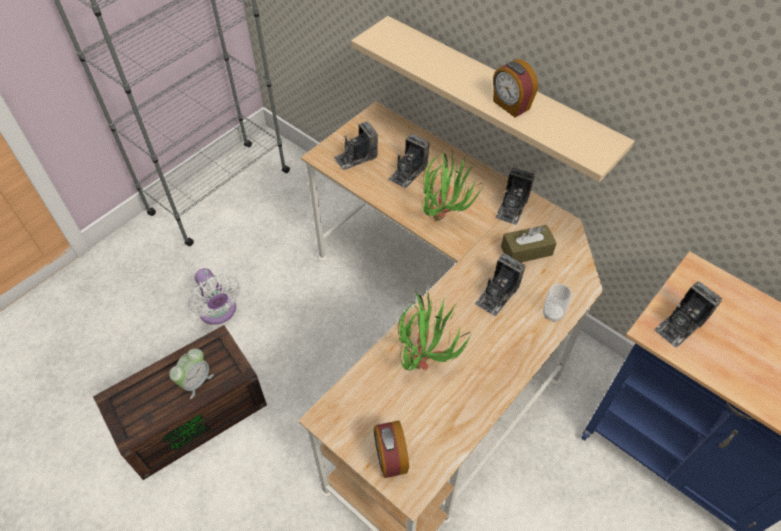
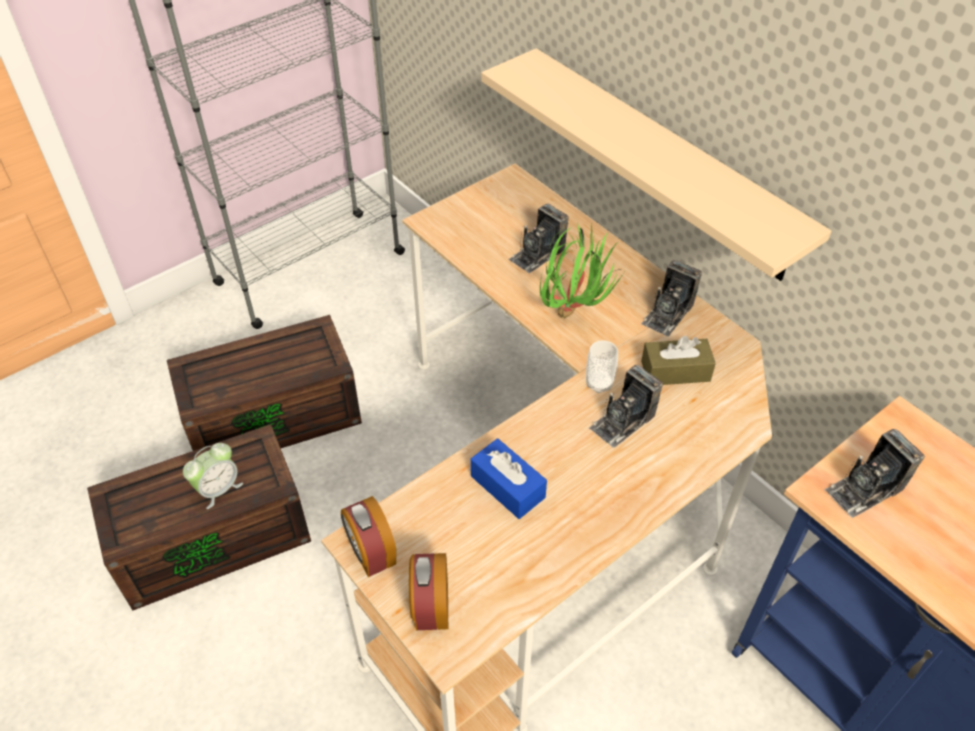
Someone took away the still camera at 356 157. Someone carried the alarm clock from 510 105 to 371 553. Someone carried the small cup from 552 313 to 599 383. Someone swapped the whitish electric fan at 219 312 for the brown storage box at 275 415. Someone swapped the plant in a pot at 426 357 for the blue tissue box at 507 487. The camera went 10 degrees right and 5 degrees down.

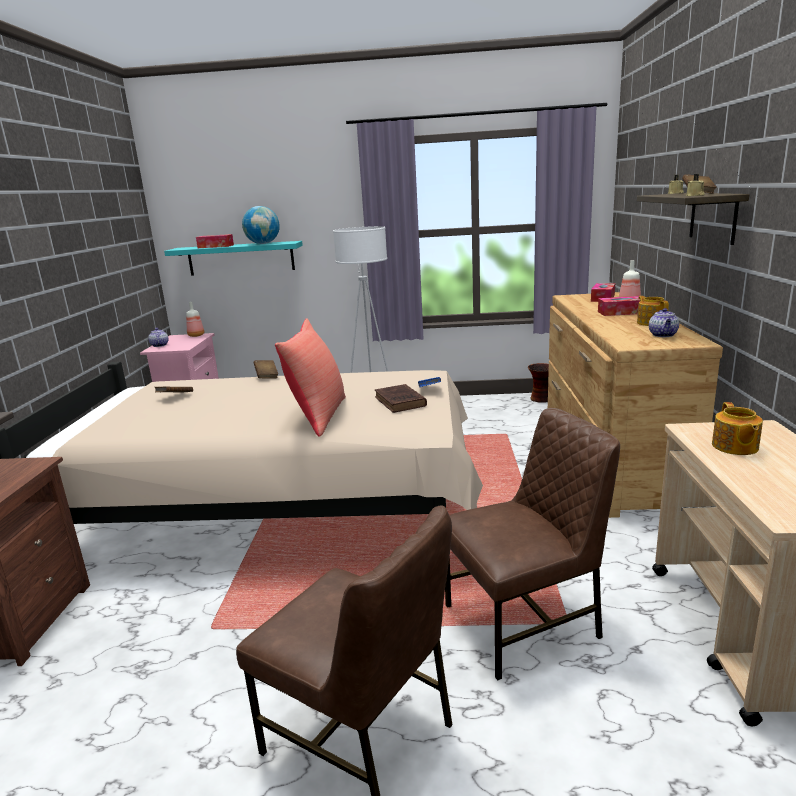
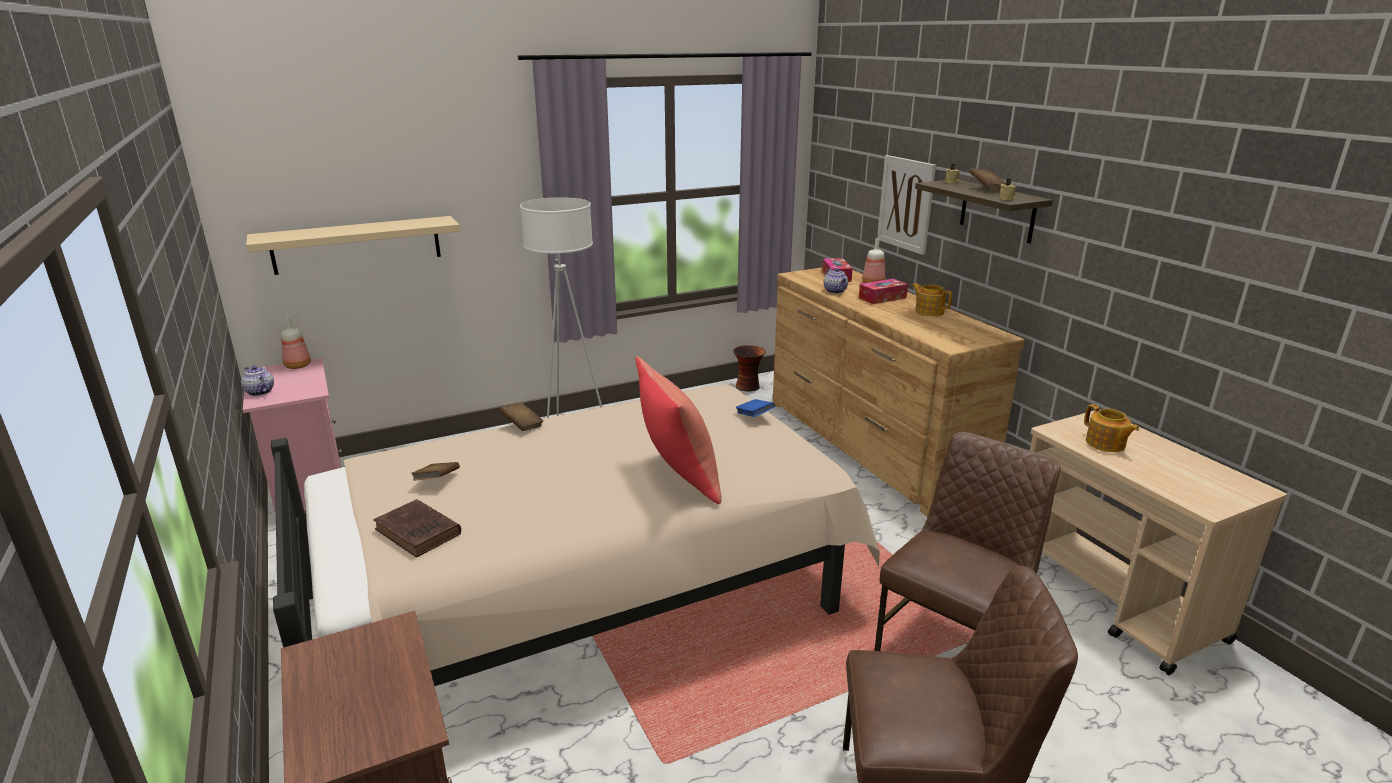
Someone took away the tissue box at 215 246. Someone took away the globe at 263 243. Someone put up the wall picture at 906 204. Someone carried the brown bound book from 400 402 to 419 533. Someone carried the tea pot from 663 335 to 835 291. Someone repainted the turquoise-coloured bracket shelf at 241 258, which became the sand-coloured bracket shelf at 357 245. The camera went 30 degrees left and 5 degrees up.

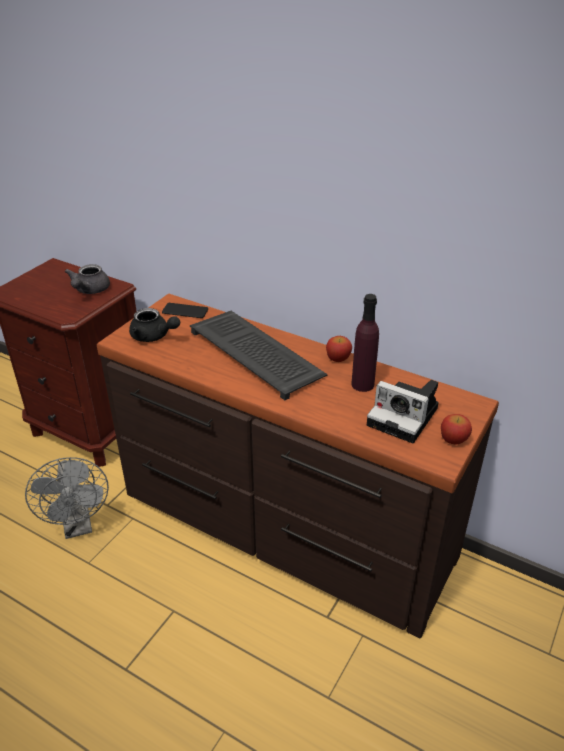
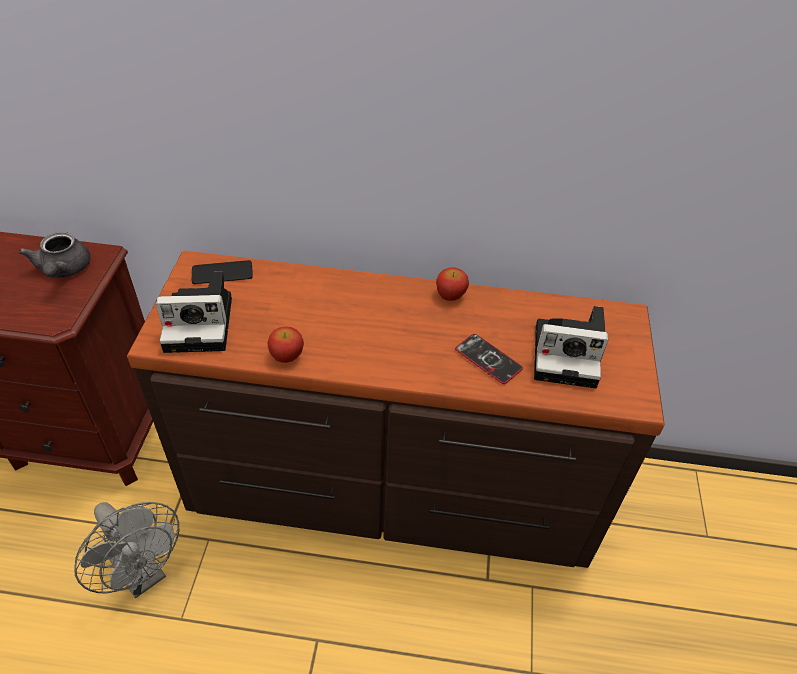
Someone took away the computer keyboard at 258 354. Someone took away the purplish beverage bottle at 362 384. Someone put down the telephone at 488 359. Someone carried the whole apple from 453 440 to 287 356. Someone swapped the blackish tea pot at 153 336 for the still camera at 202 323. The camera went 25 degrees left and 10 degrees up.

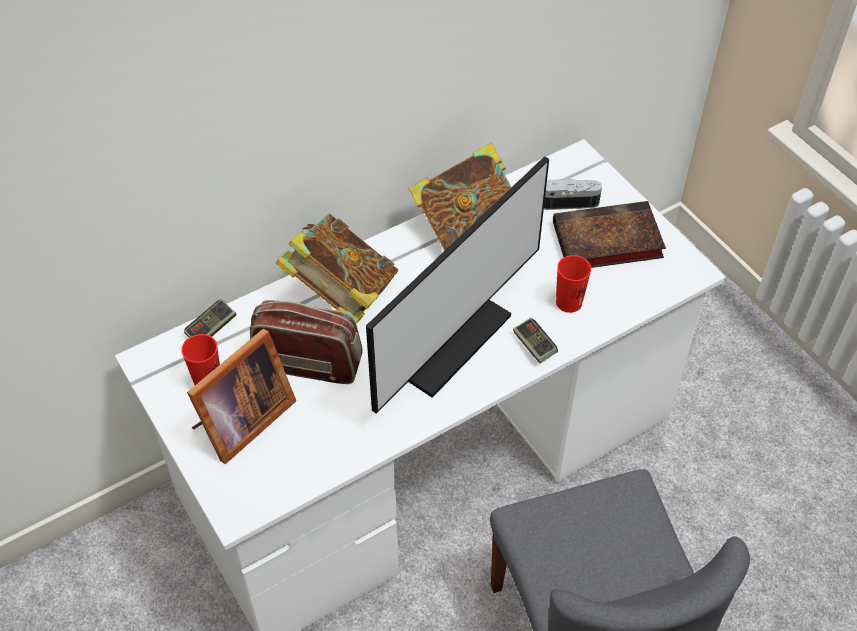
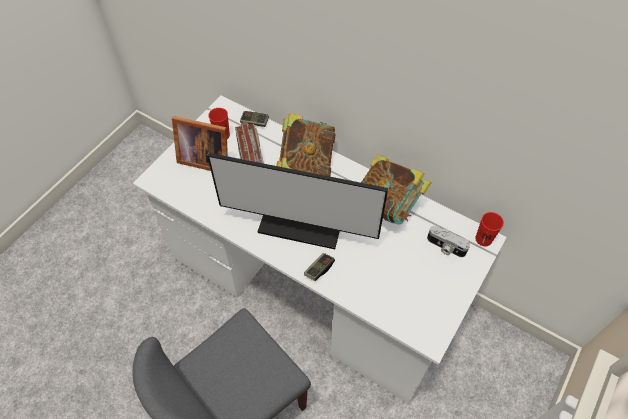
Someone took away the bound book at 604 241. Someone carried the reddish small cup from 569 302 to 483 239. Someone rotated the still camera at 568 201 by 150 degrees clockwise. The camera went 65 degrees right and 5 degrees up.

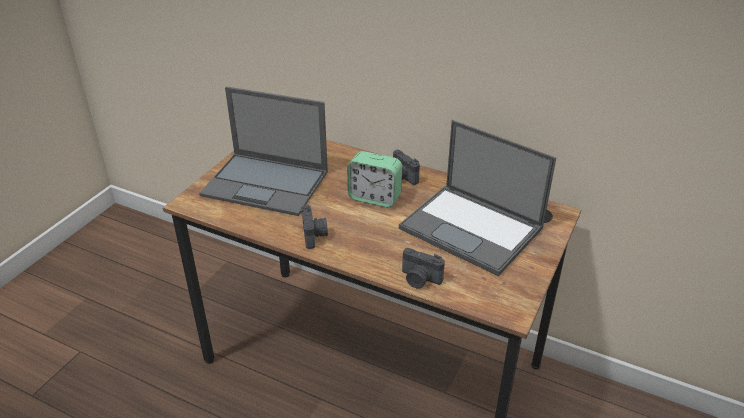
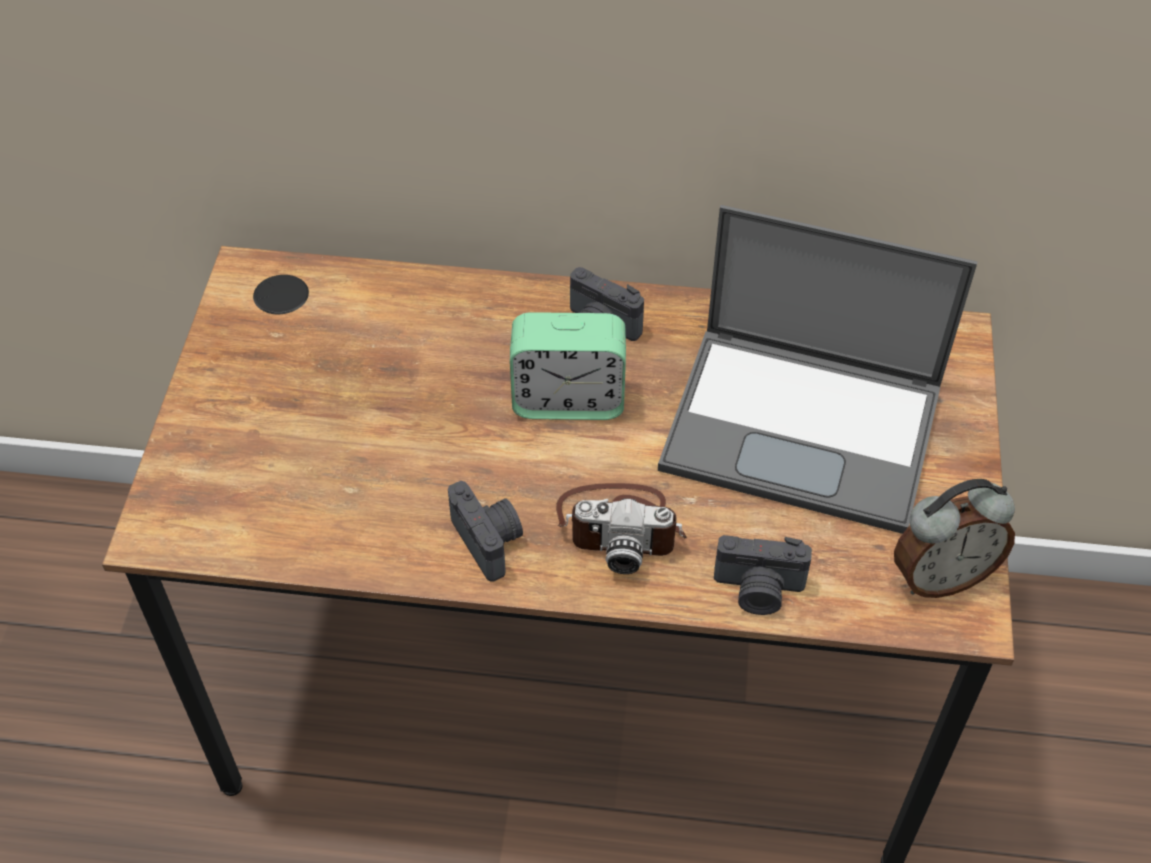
Someone took away the notebook computer at 267 183. Someone put down the still camera at 621 526. Someone put down the alarm clock at 940 576. The camera went 20 degrees left and 15 degrees up.

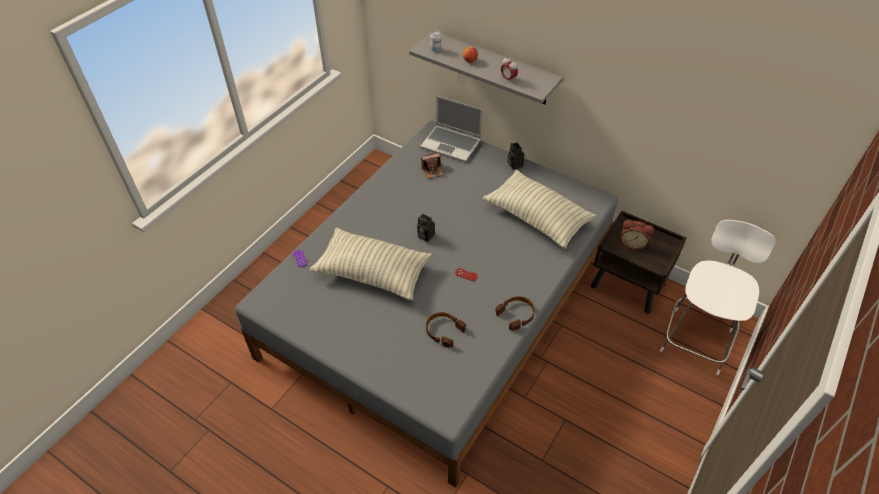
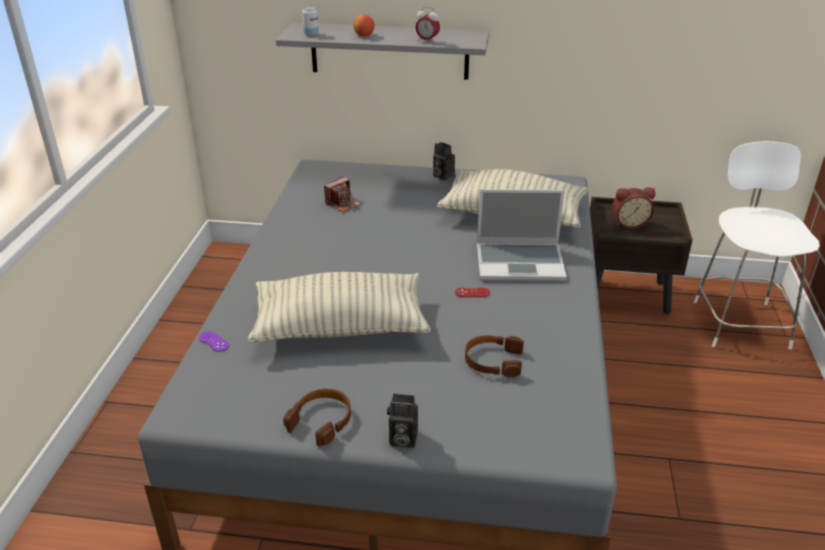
Someone carried the still camera from 424 236 to 401 439. Someone carried the notebook computer from 452 144 to 521 262. Someone carried the brown headset from 516 314 to 321 421. The camera went 25 degrees left and 15 degrees down.

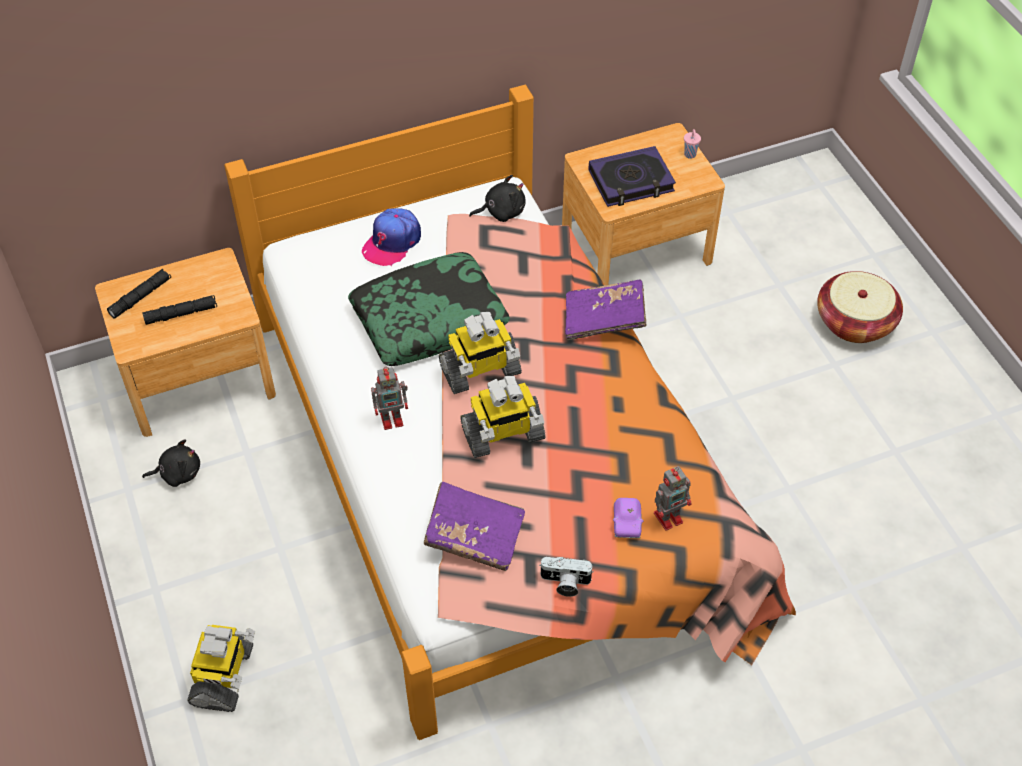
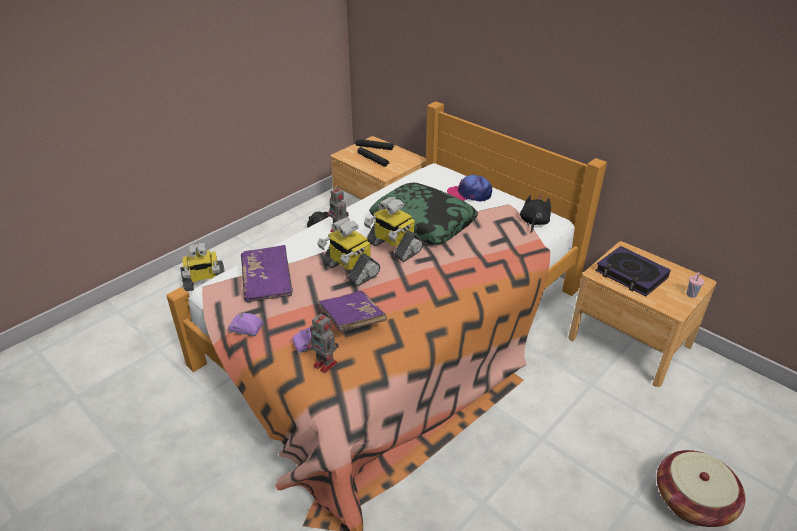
Someone carried the purplish bound book from 604 319 to 352 320. Someone swapped the still camera at 564 583 for the purplish toy car at 246 330. Someone rotated the blackish cuddly toy at 501 211 by 120 degrees counterclockwise. The camera went 65 degrees right and 15 degrees down.

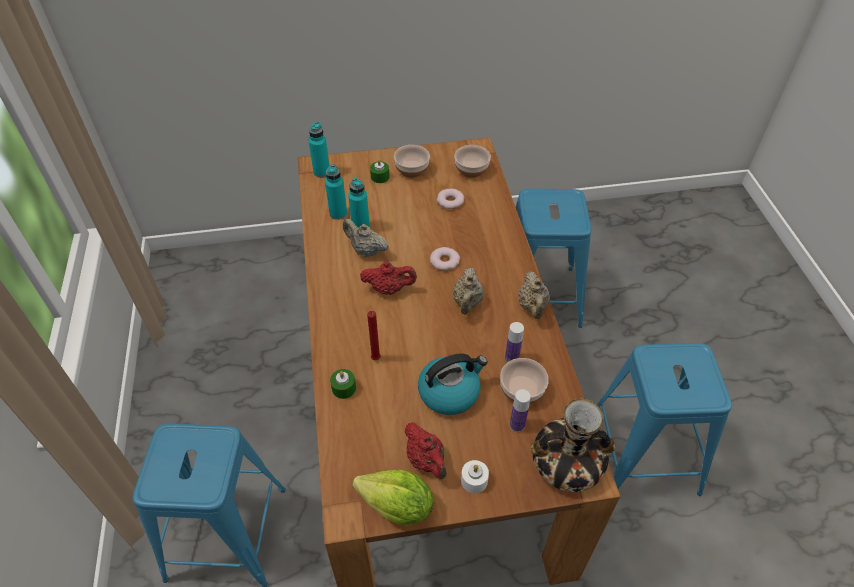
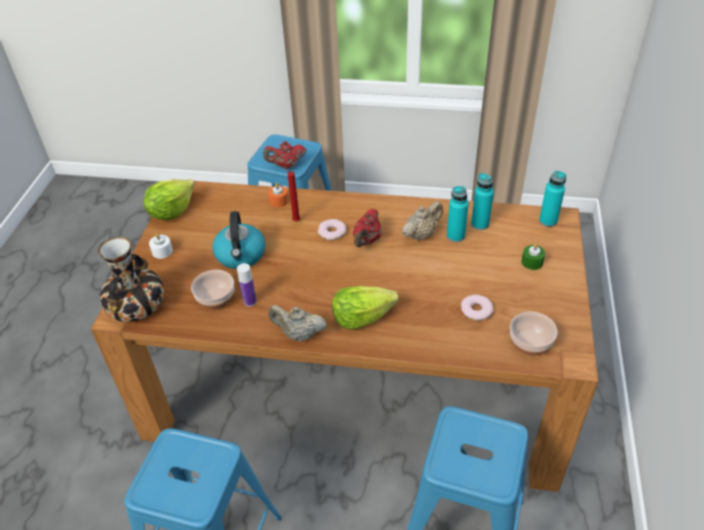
Someone took away the deep dish at 411 170. Someone took away the sand-coloured tea pot at 467 303. Someone took away the beverage bottle at 517 425. Someone put down the head of lettuce at 361 318. Someone carried the reddish tea pot from 426 460 to 286 166. Someone carried the doughnut from 444 261 to 332 232. Someone repainted the greenish wax candle at 344 388, which became the orange wax candle at 279 201. The camera went 110 degrees right and 5 degrees down.

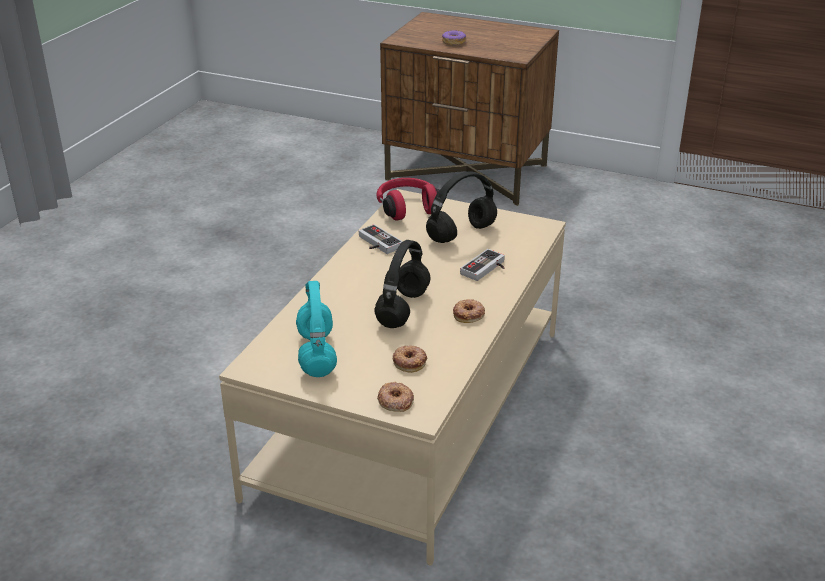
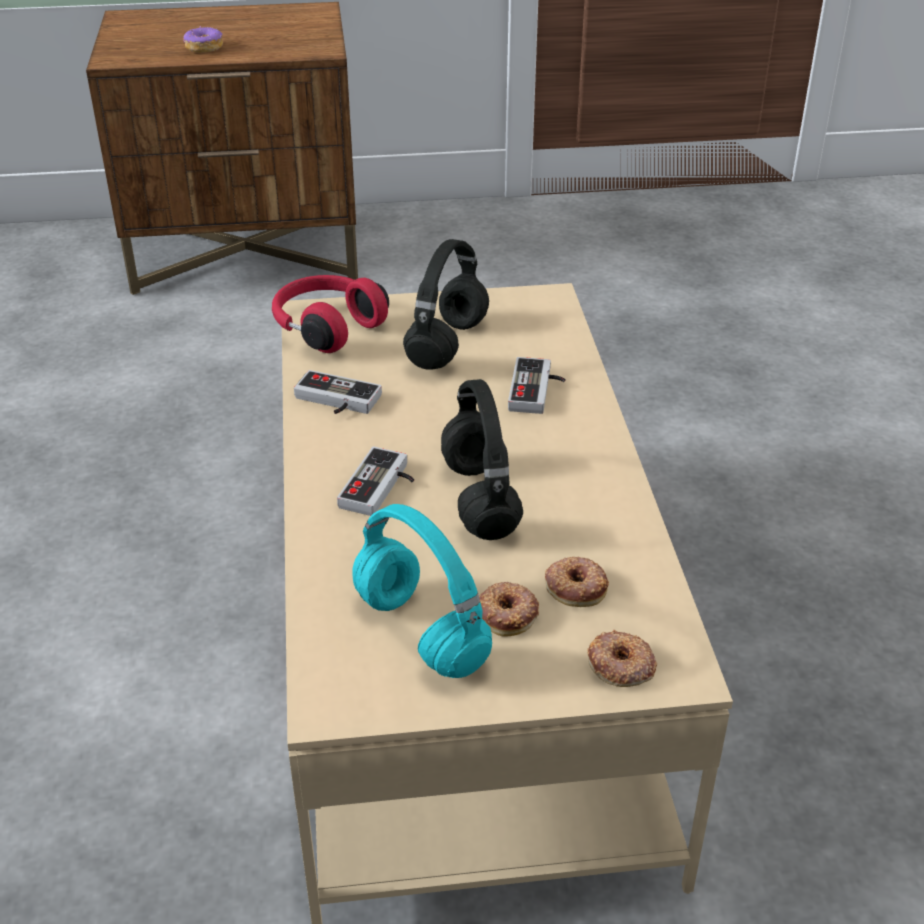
Someone put down the joypad at 382 488. Someone carried the doughnut from 469 314 to 508 613. The camera went 30 degrees left and 5 degrees up.

